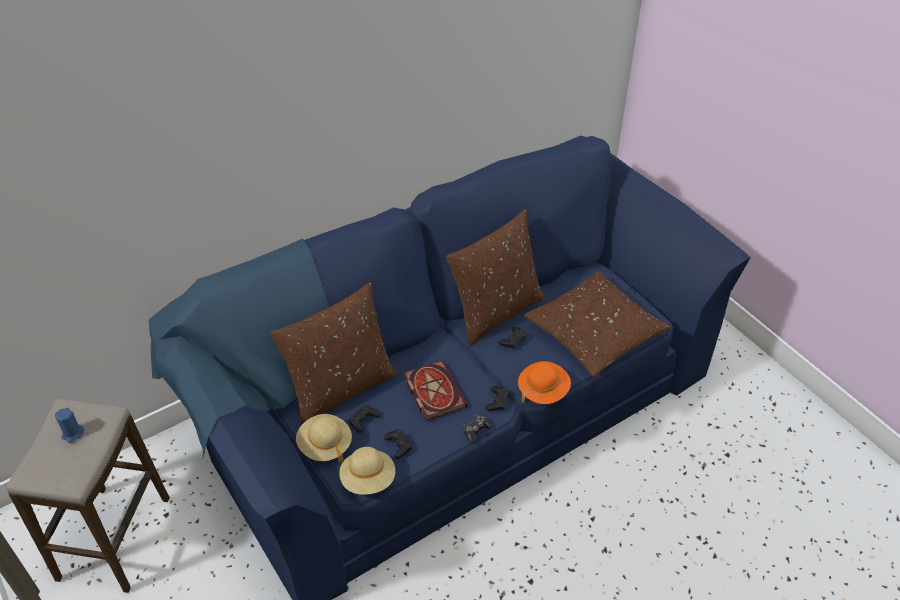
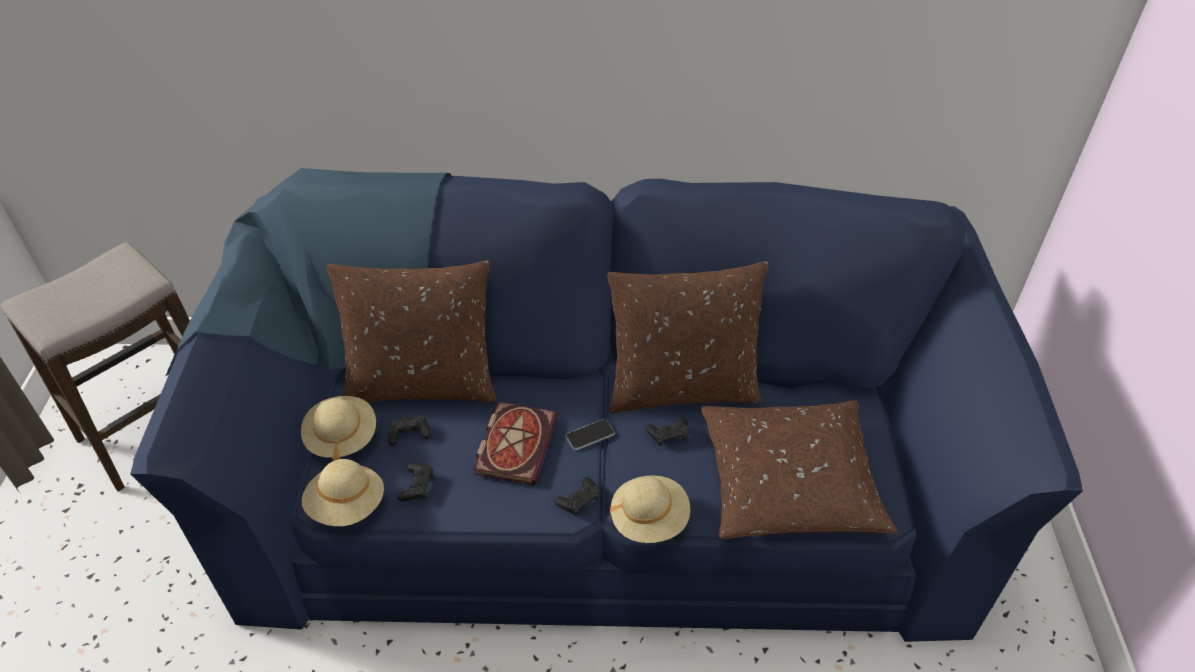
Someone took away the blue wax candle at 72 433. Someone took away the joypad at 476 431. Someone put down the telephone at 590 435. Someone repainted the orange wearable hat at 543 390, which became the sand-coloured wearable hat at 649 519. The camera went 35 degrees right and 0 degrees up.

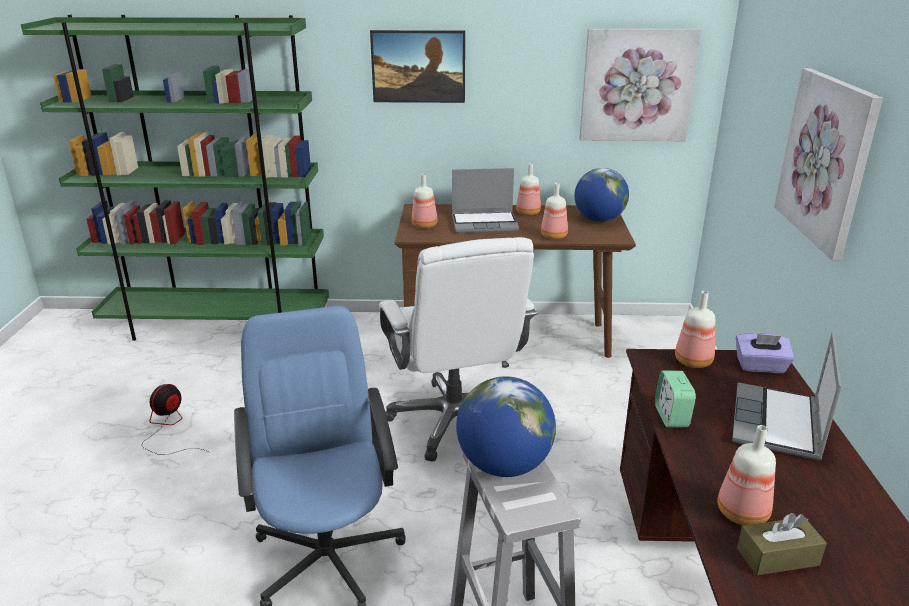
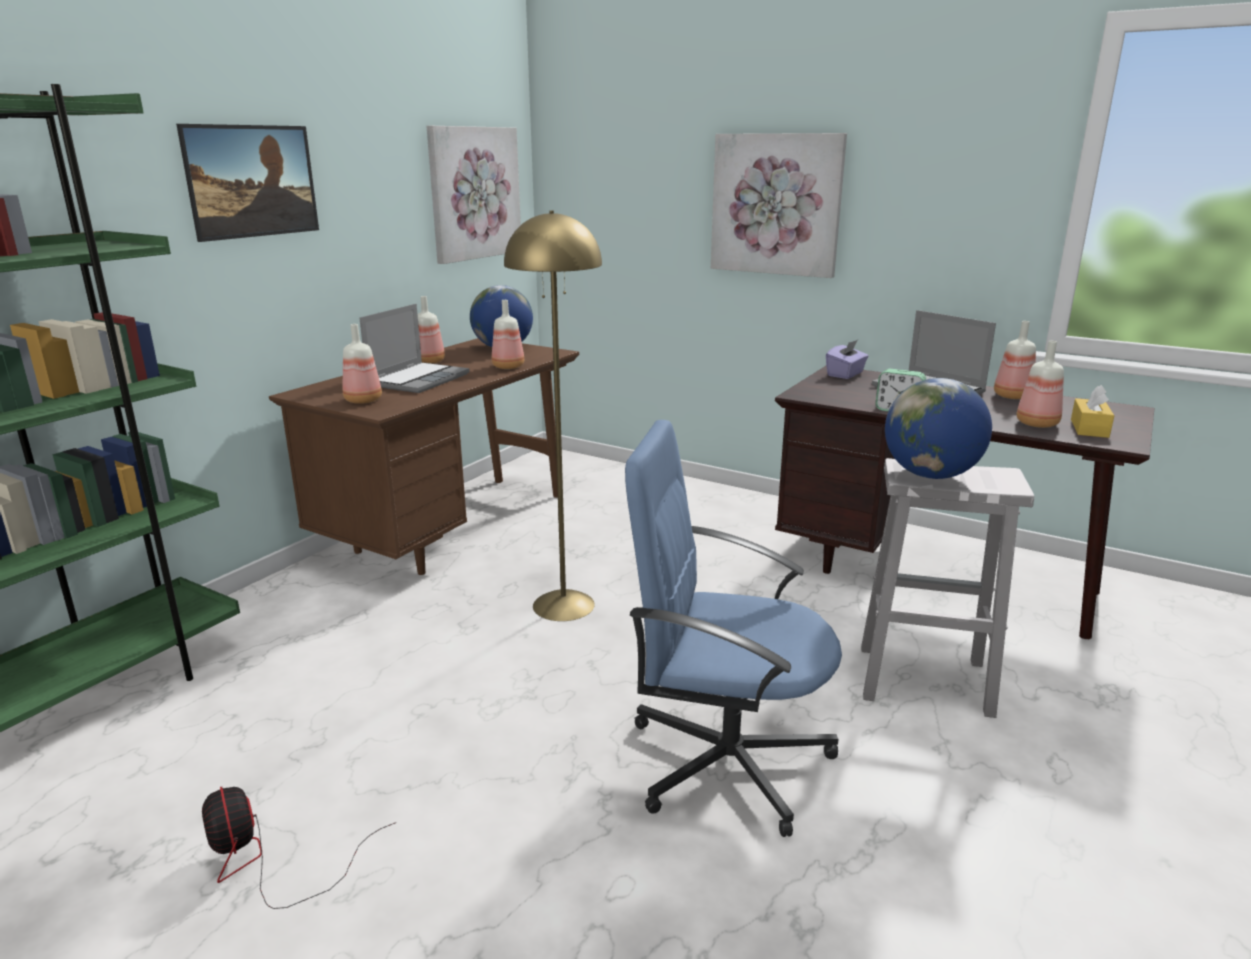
Someone carried the beverage bottle from 693 361 to 1011 396. Someone swapped the whitish office chair at 454 421 for the yellow-coloured standard lamp at 563 605. Someone repainted the brown tissue box at 777 557, which became the yellow-coloured tissue box at 1089 428. The camera went 60 degrees left and 5 degrees down.

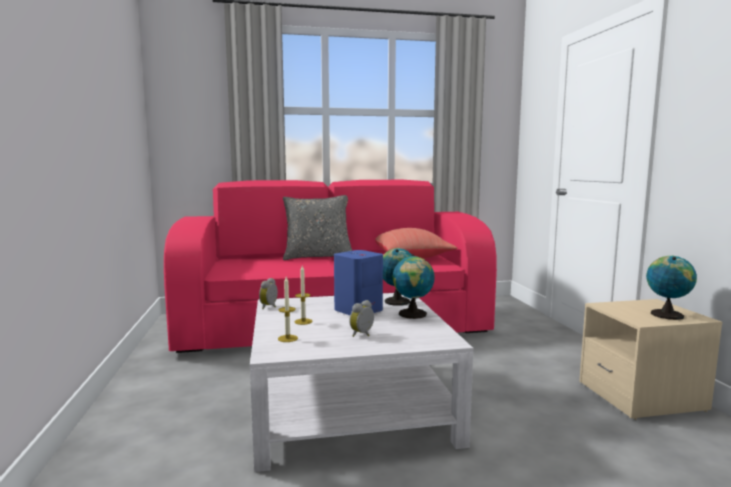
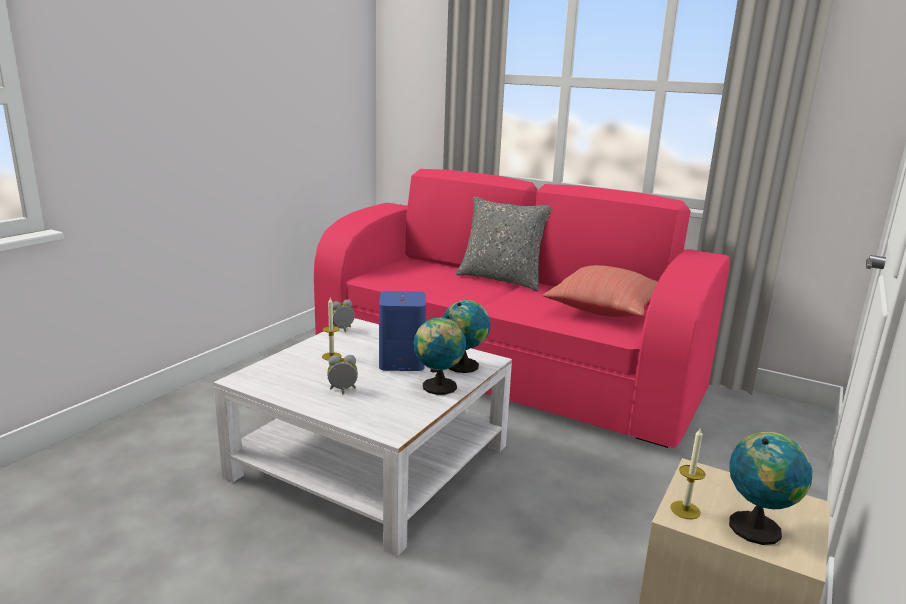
Someone carried the wax candle from 287 338 to 685 510. The camera went 40 degrees right and 10 degrees up.

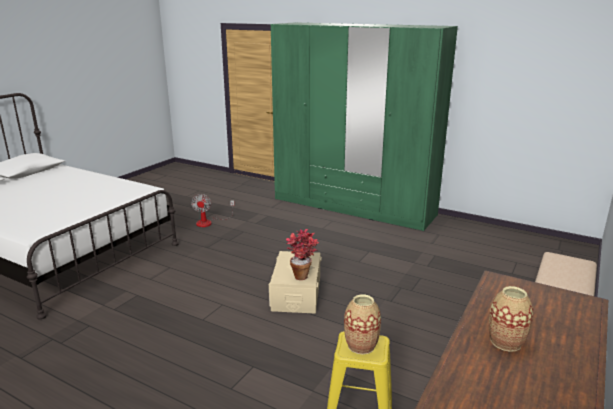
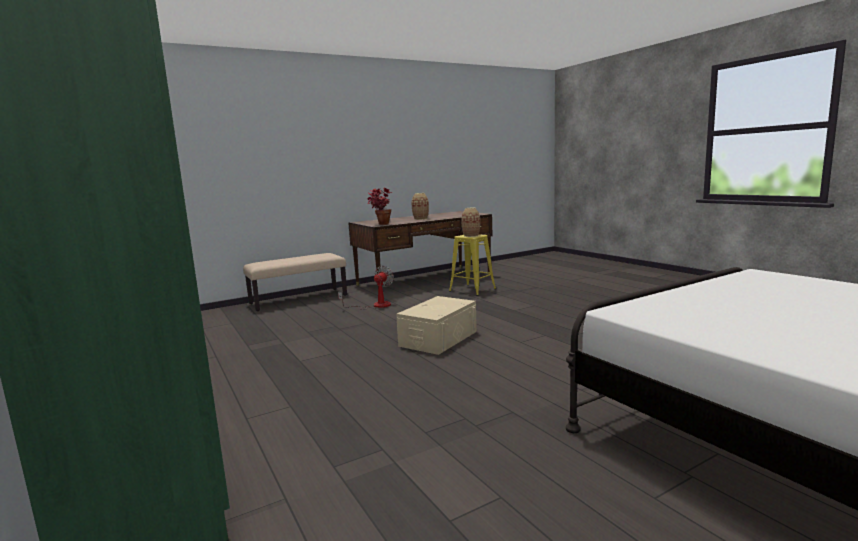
Someone carried the electric fan from 209 222 to 375 306. Someone carried the plant in a pot from 302 274 to 380 224. The camera went 150 degrees left and 10 degrees down.

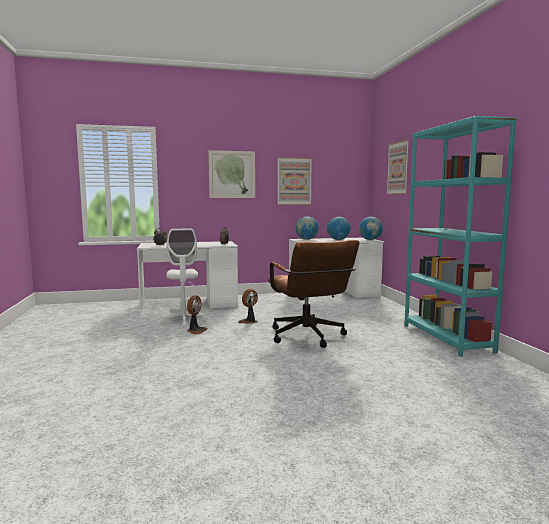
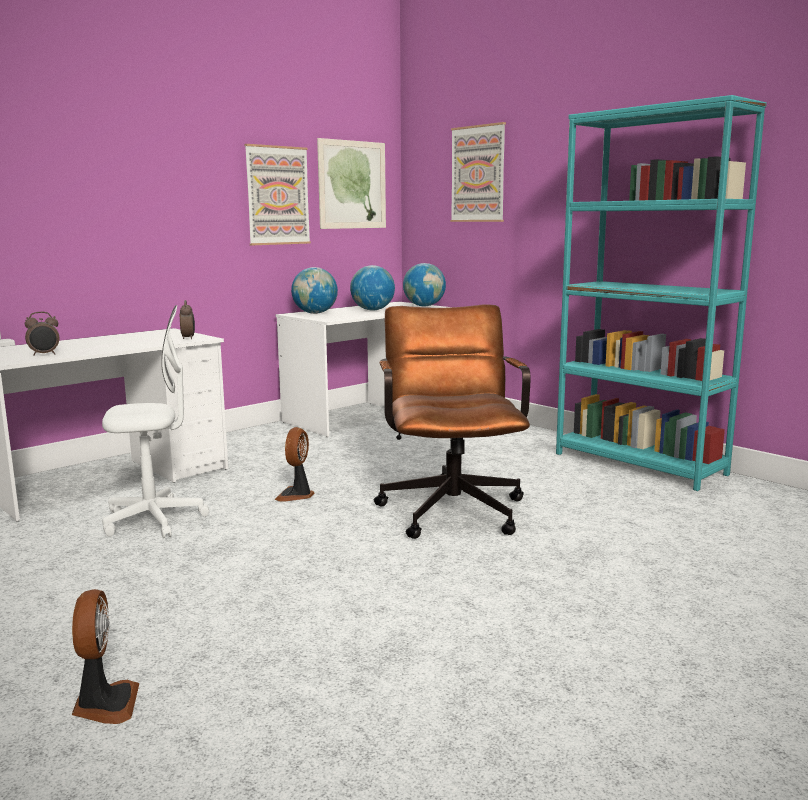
Someone carried the electric fan from 196 331 to 105 704. Someone carried the wall picture from 232 174 to 352 185. Someone rotated the whitish office chair at 183 320 by 60 degrees counterclockwise. Someone rotated the brown office chair at 309 338 by 135 degrees counterclockwise. The camera went 30 degrees left and 5 degrees up.

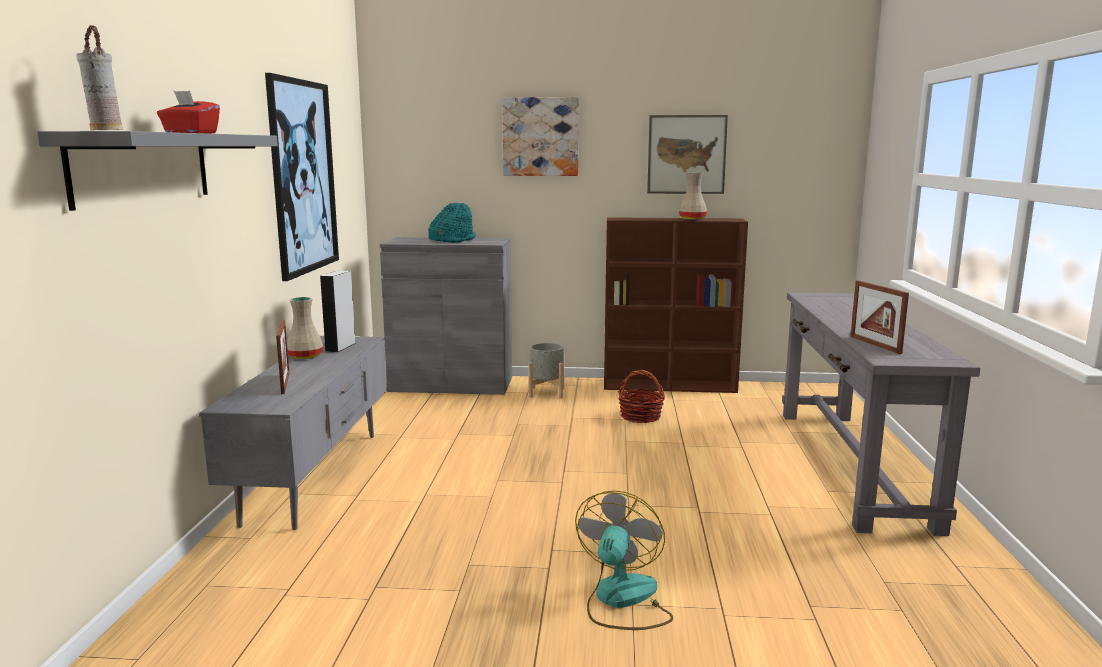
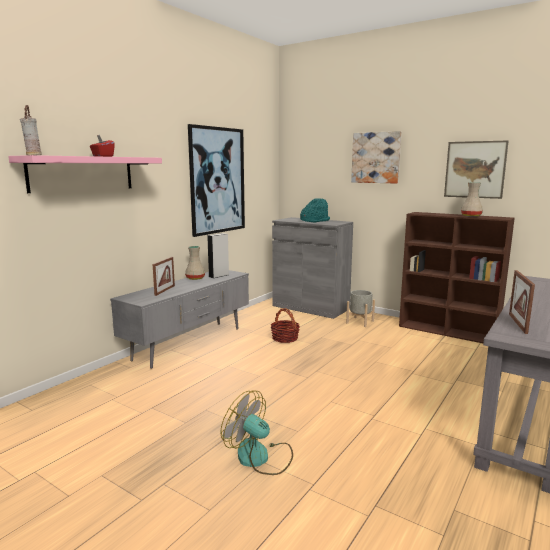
Someone carried the storage basket from 640 416 to 285 338. Someone repainted the grey bracket shelf at 143 168, which became the pinkish bracket shelf at 82 173. Someone rotated the electric fan at 622 600 by 105 degrees counterclockwise. The camera went 30 degrees right and 0 degrees up.

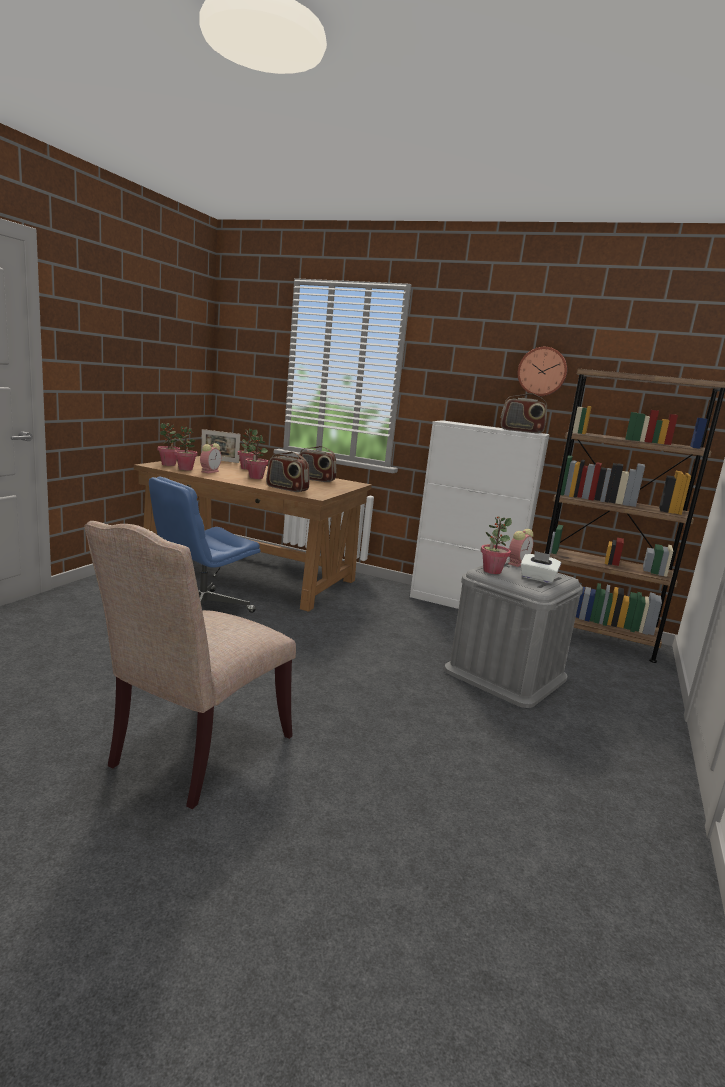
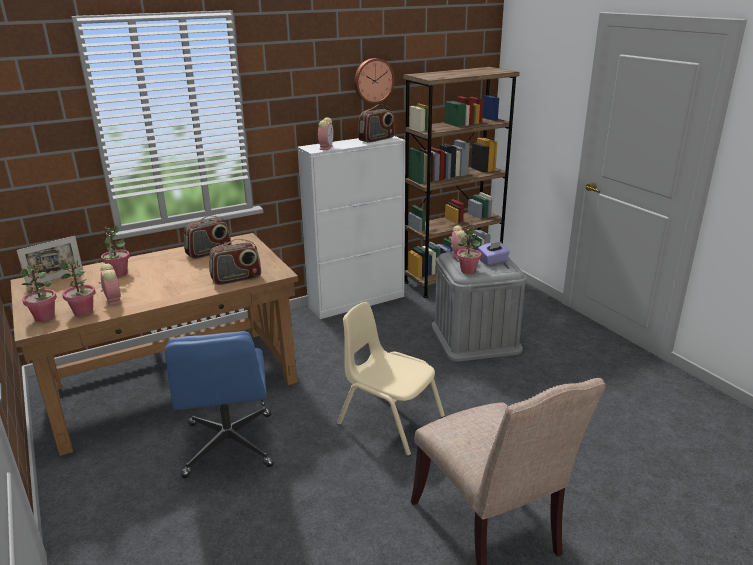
Someone took away the plant in a pot at 255 477. Someone put down the alarm clock at 326 147. Someone put down the sand-coloured plain chair at 390 420. Someone repainted the whitish tissue box at 537 578, which became the purplish tissue box at 493 261. The camera went 50 degrees left and 10 degrees up.

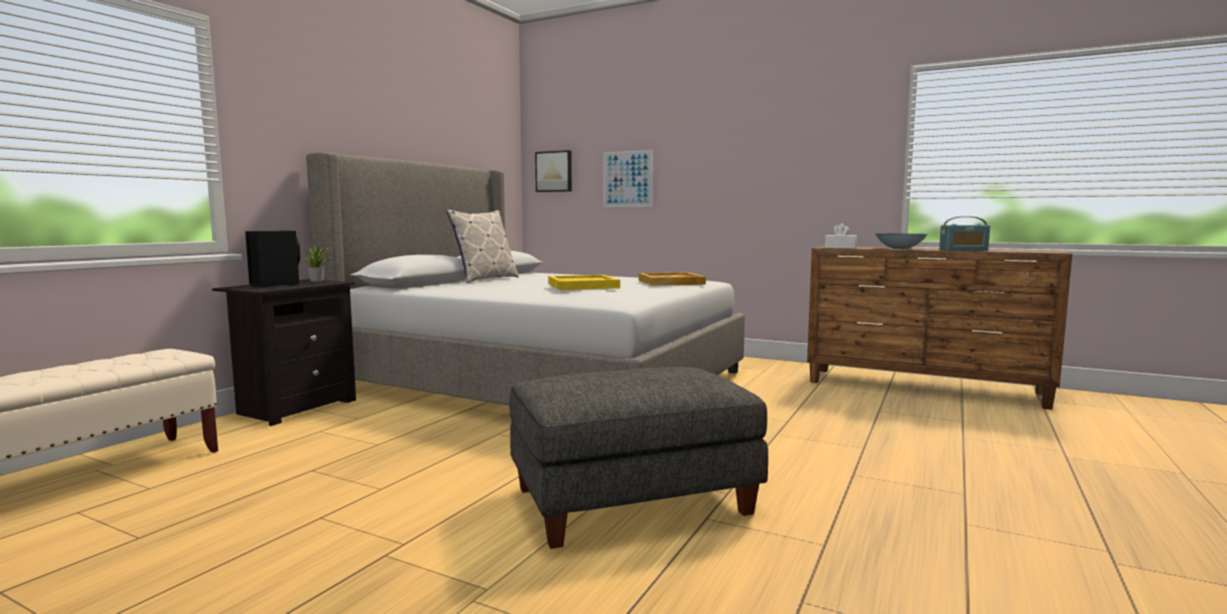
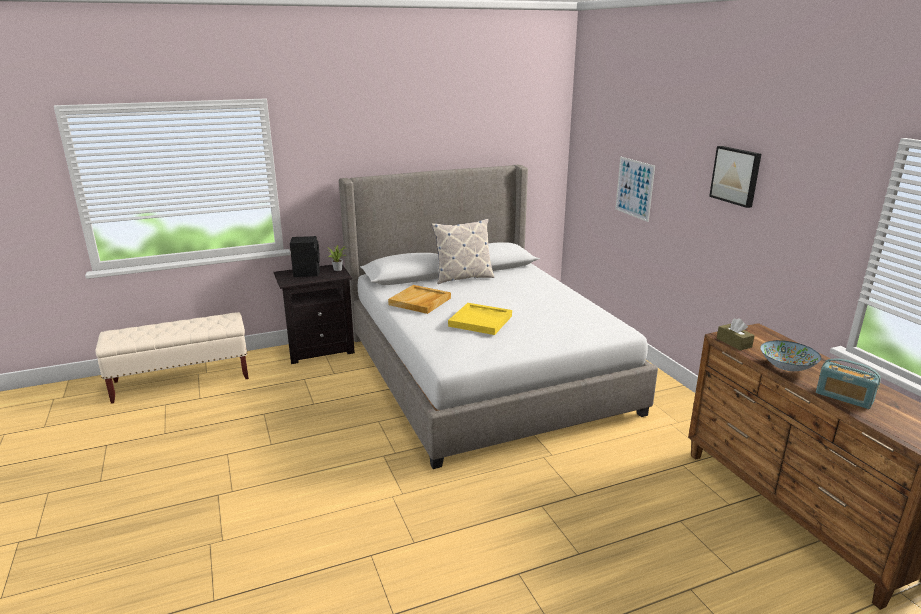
Someone took away the grey ottoman at 632 500. Someone carried the wall picture from 554 171 to 736 175. Someone carried the sand-coloured serving tray from 671 282 to 420 301. Someone repainted the whitish tissue box at 840 247, which became the brown tissue box at 734 342. The camera went 40 degrees right and 15 degrees up.

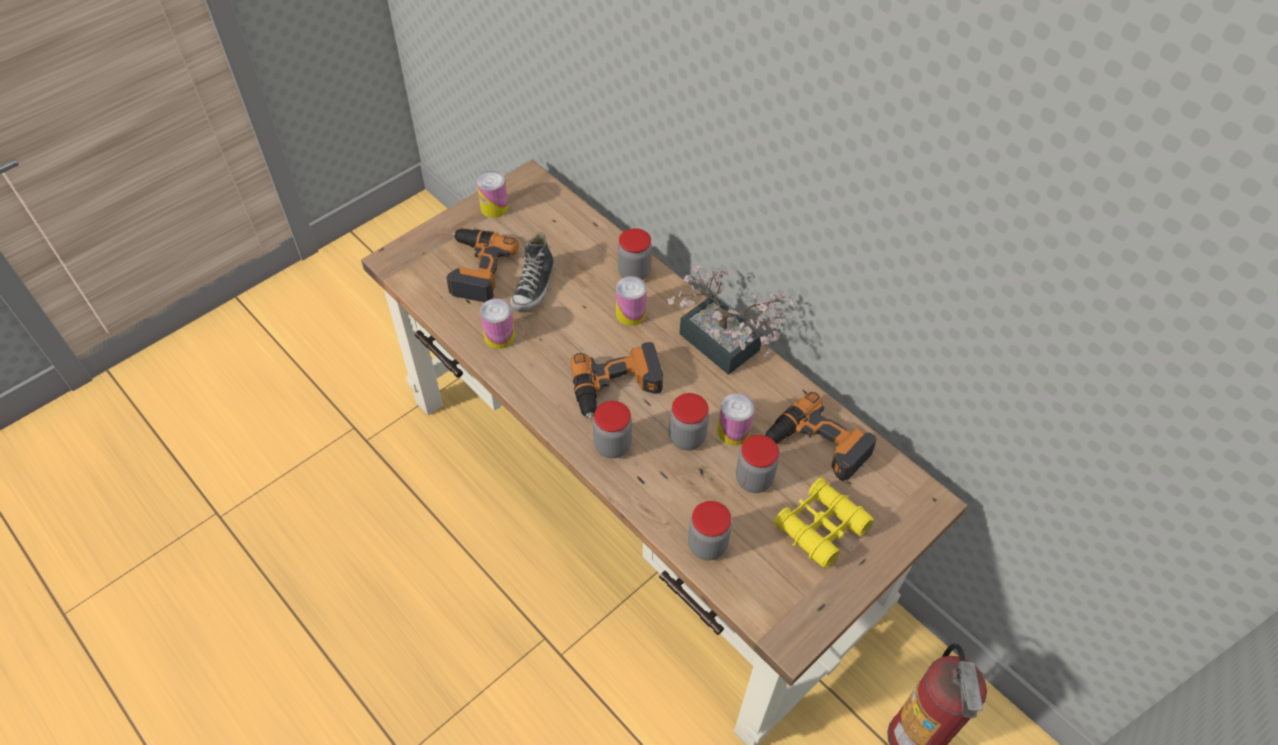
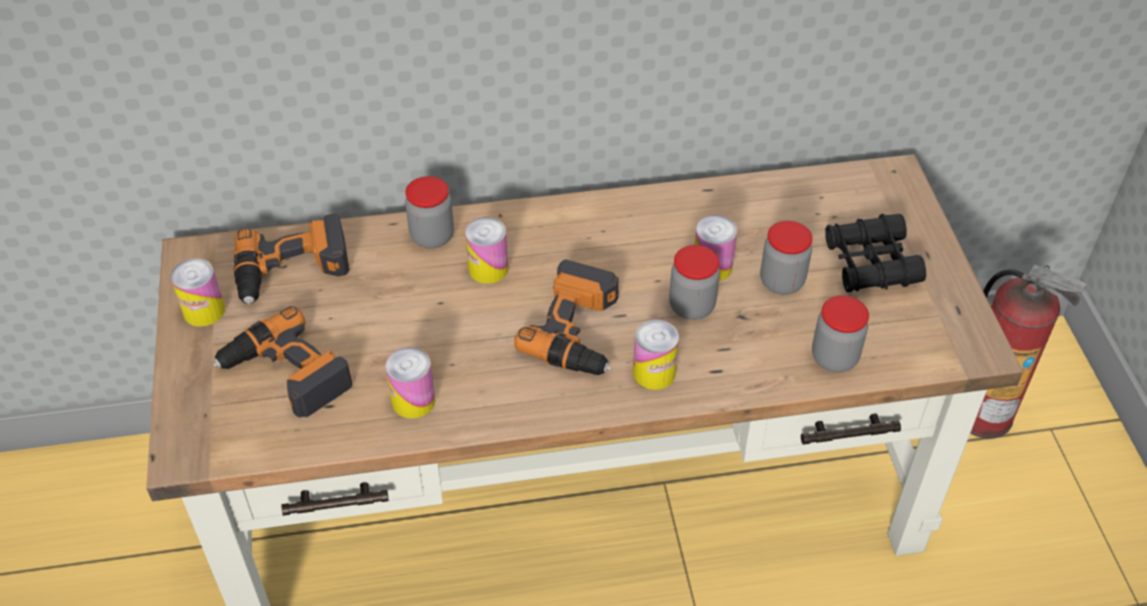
Someone took away the shoe at 534 287. Someone took away the plant in a pot at 725 348. Someone carried the electric drill from 817 446 to 292 270. Someone swapped the preserve jar at 612 445 for the can at 654 372. Someone repainted the yellow-coloured binoculars at 820 527, which became the blackish binoculars at 871 263. The camera went 55 degrees left and 5 degrees down.

